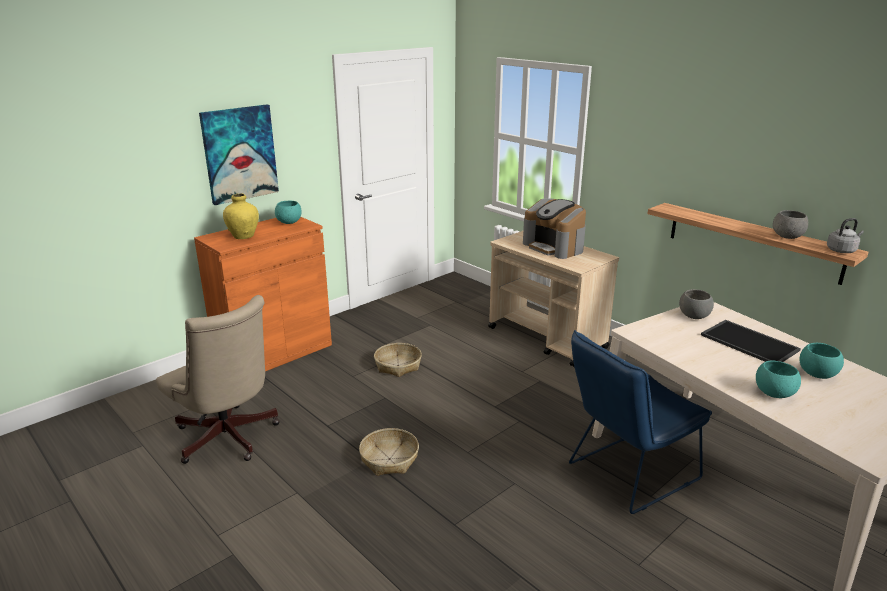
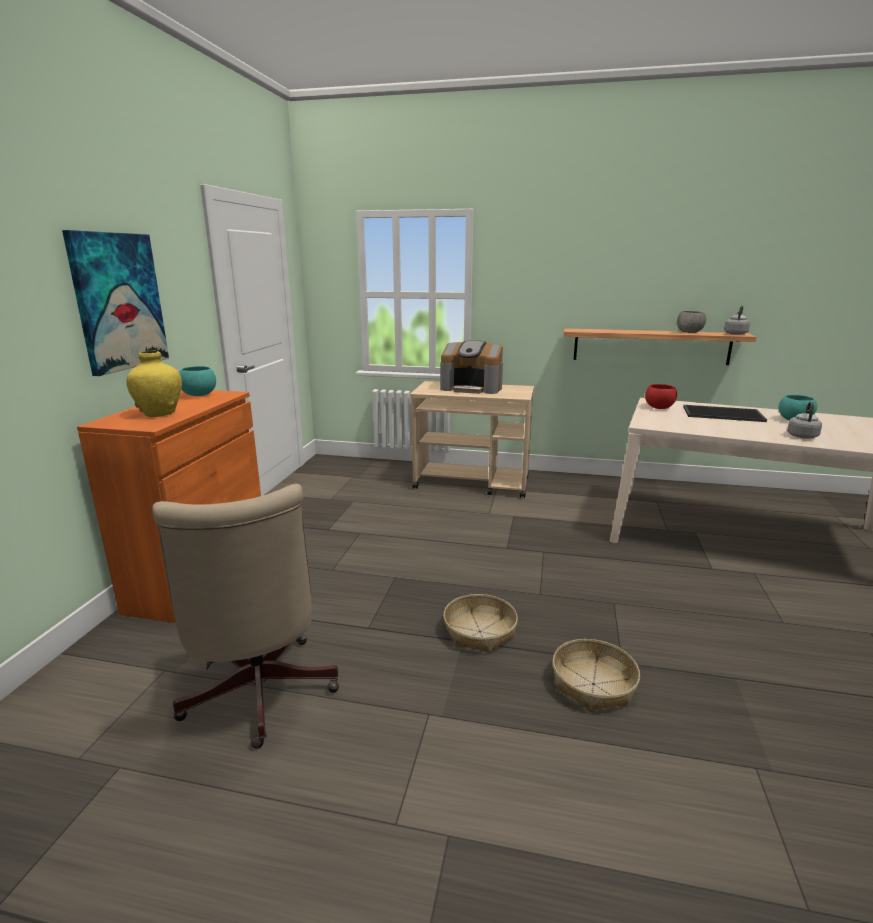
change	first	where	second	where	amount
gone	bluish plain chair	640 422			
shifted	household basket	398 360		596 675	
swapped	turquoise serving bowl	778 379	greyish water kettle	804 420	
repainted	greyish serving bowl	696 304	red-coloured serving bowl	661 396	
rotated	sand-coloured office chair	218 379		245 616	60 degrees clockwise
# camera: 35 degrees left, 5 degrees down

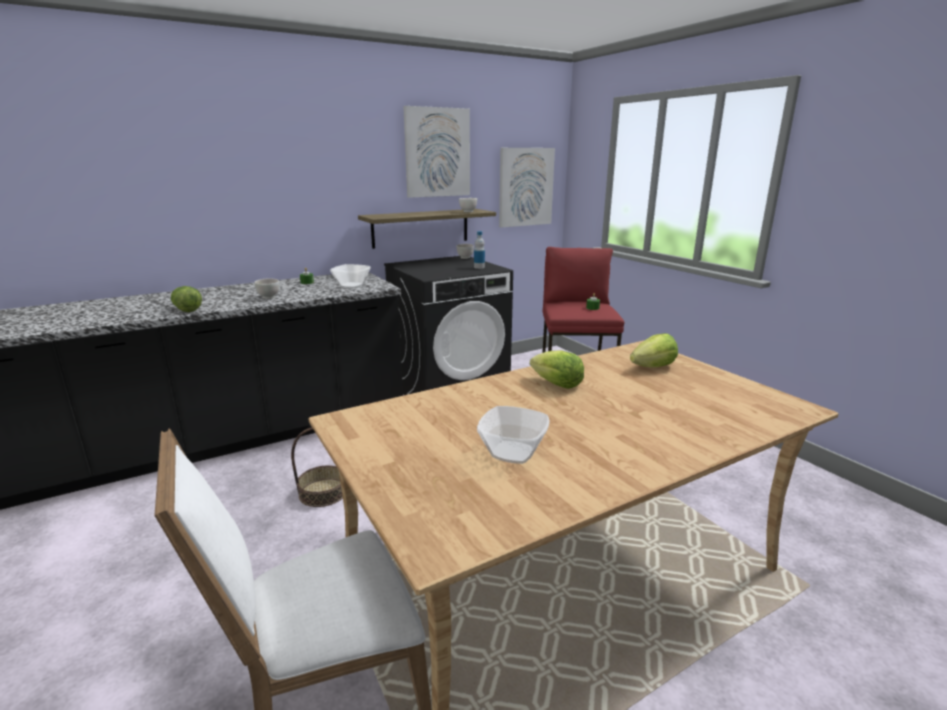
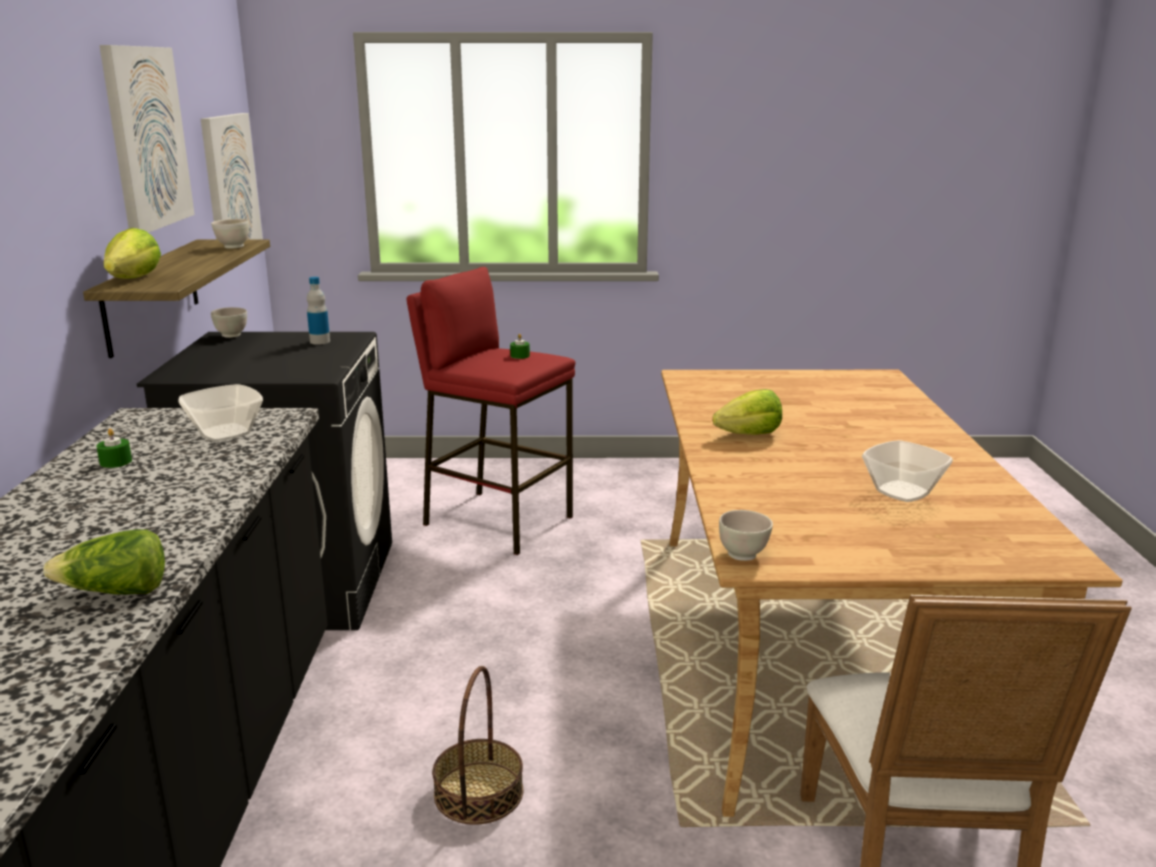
change	first	where	second	where	amount
shifted	white serving bowl	266 288		746 535	
shifted	lettuce	654 350		132 253	
# camera: 60 degrees left, 0 degrees up

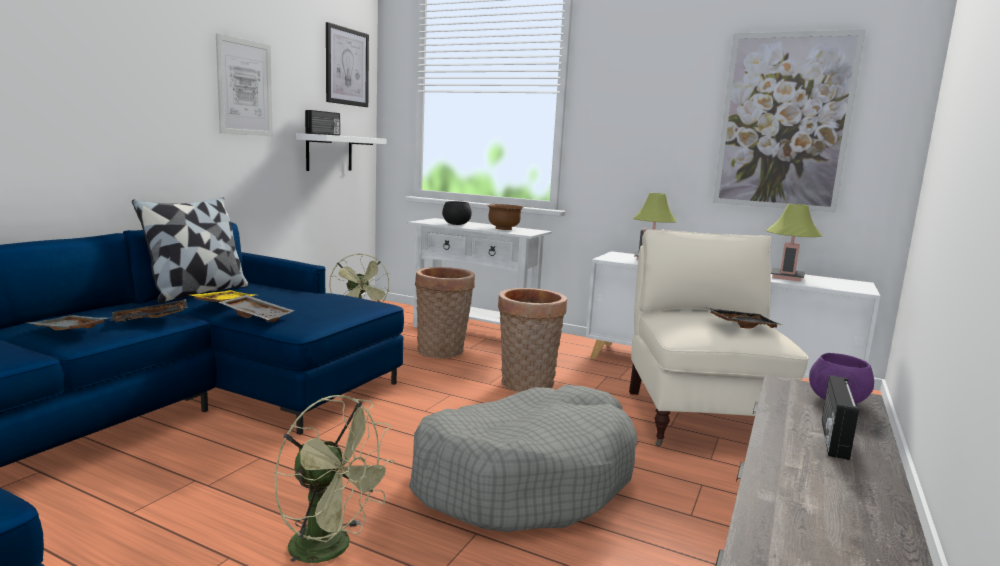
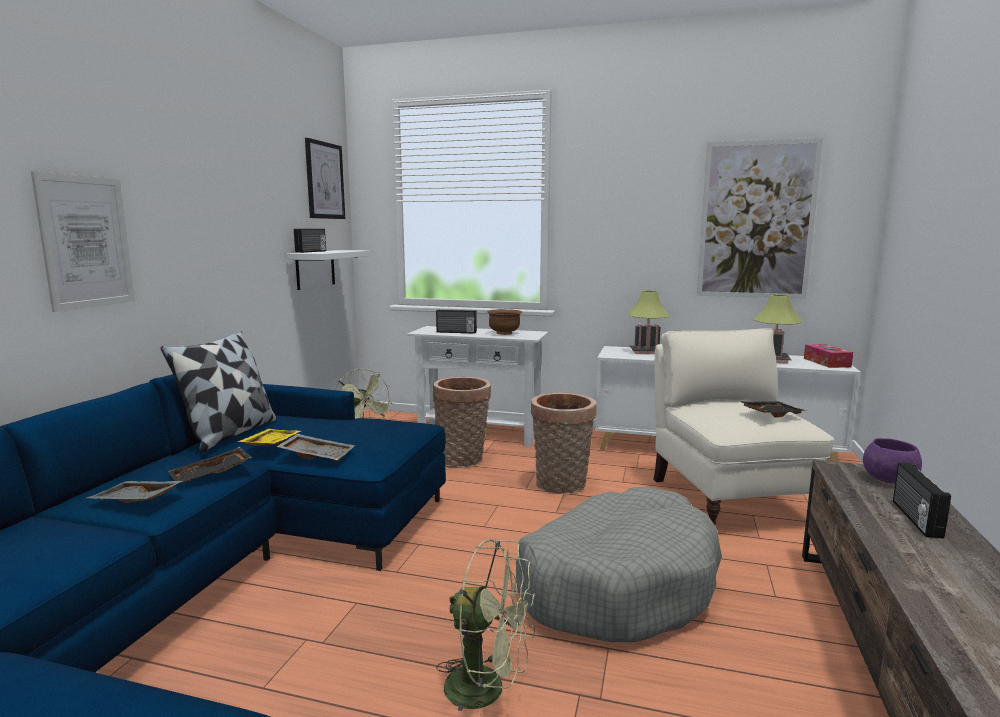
change	first	where	second	where	amount
new			box of tissues	828 356	
shifted	wall art	244 84		83 241	
swapped	blackish serving bowl	457 213	radio set	456 322	
# camera: 10 degrees left, 0 degrees up

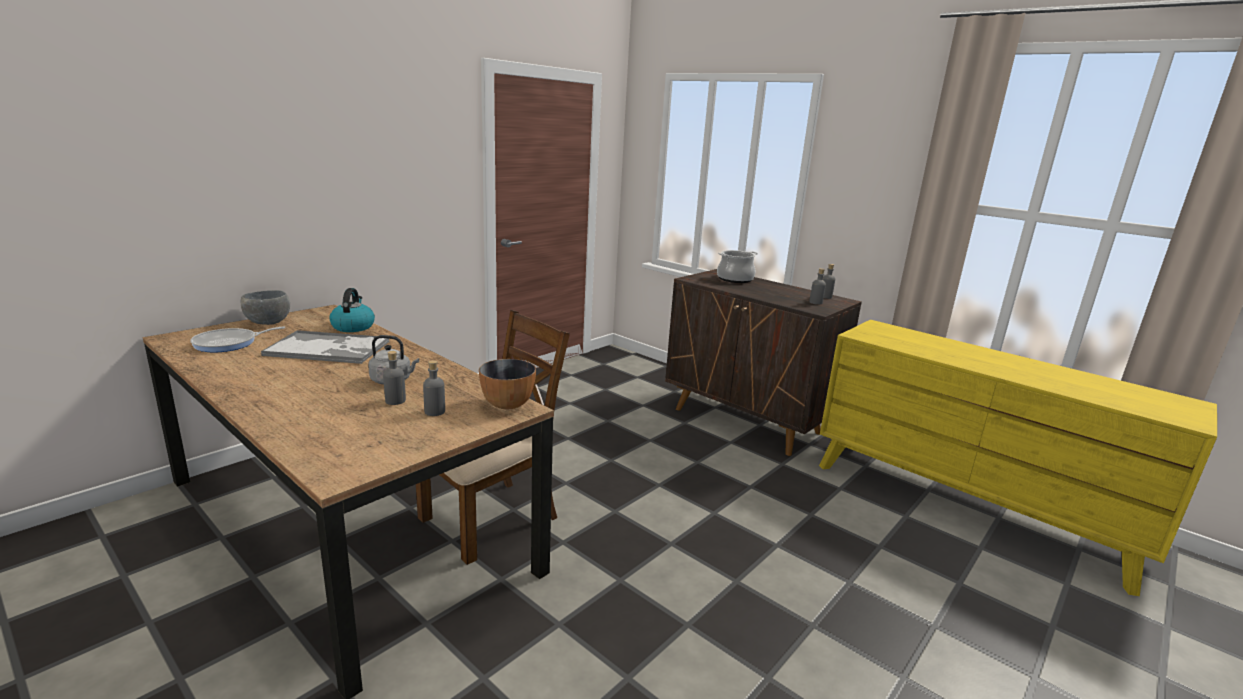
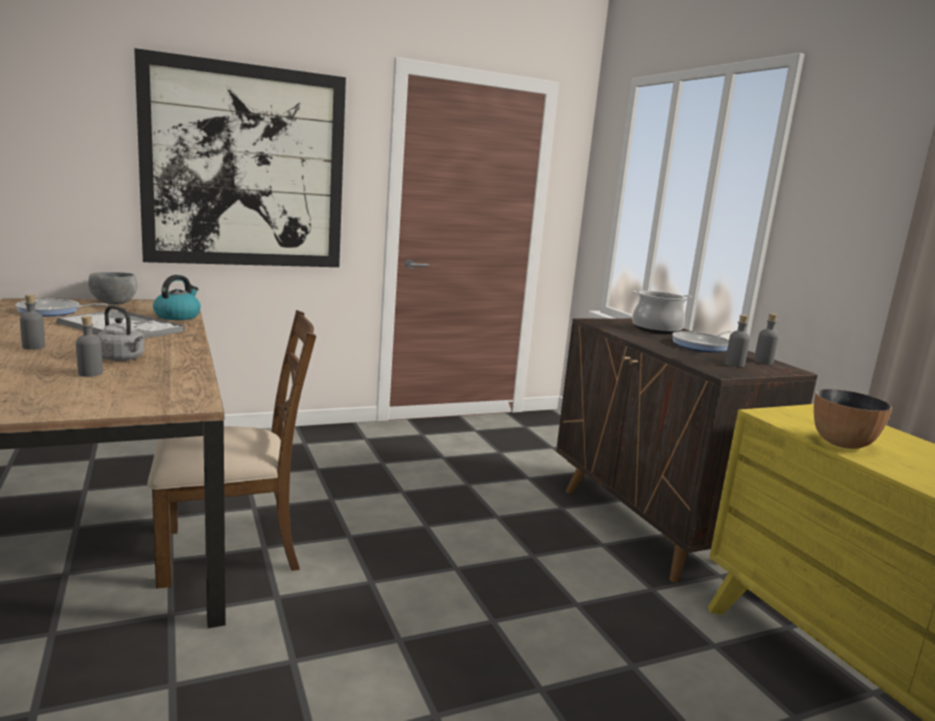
change	first	where	second	where	amount
new			wall art	240 157	
new			frying pan	702 341	
shifted	greyish drink bottle	434 388		32 322	
shifted	serving bowl	507 384		853 419	
# camera: 25 degrees right, 5 degrees down

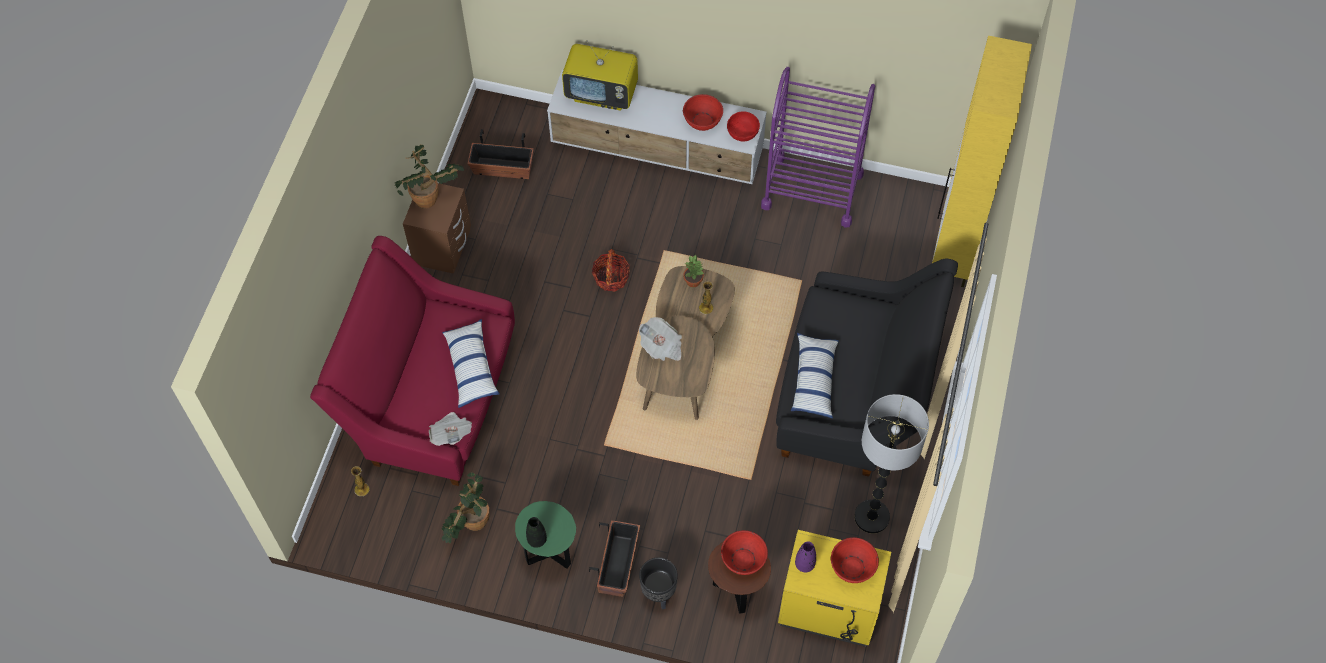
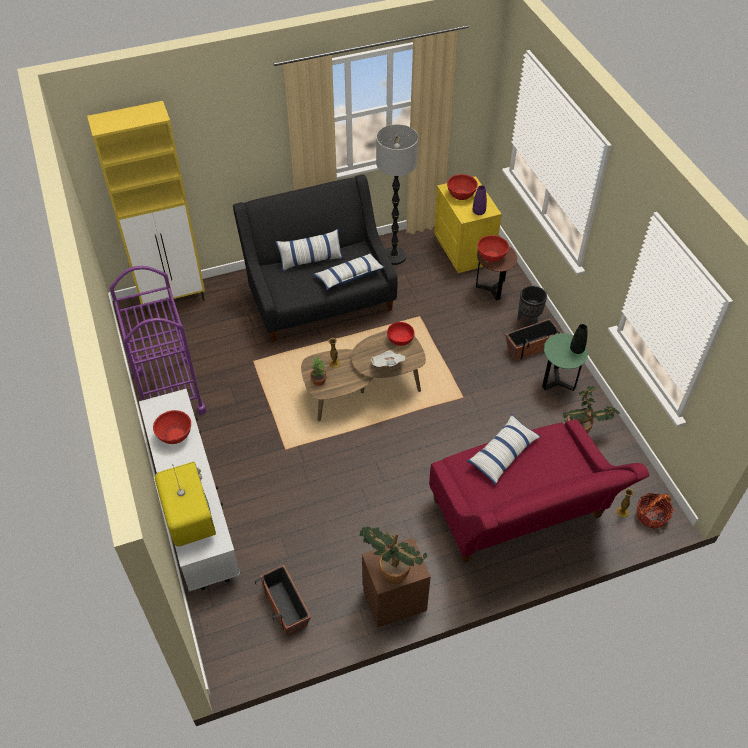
change	first	where	second	where	amount
gone	printed paper	450 429			
new			throw pillow	309 250	
shifted	household basket	611 270		655 511	
shifted	red-coloured serving bowl	743 126		401 334	
# camera: 125 degrees left, 10 degrees down

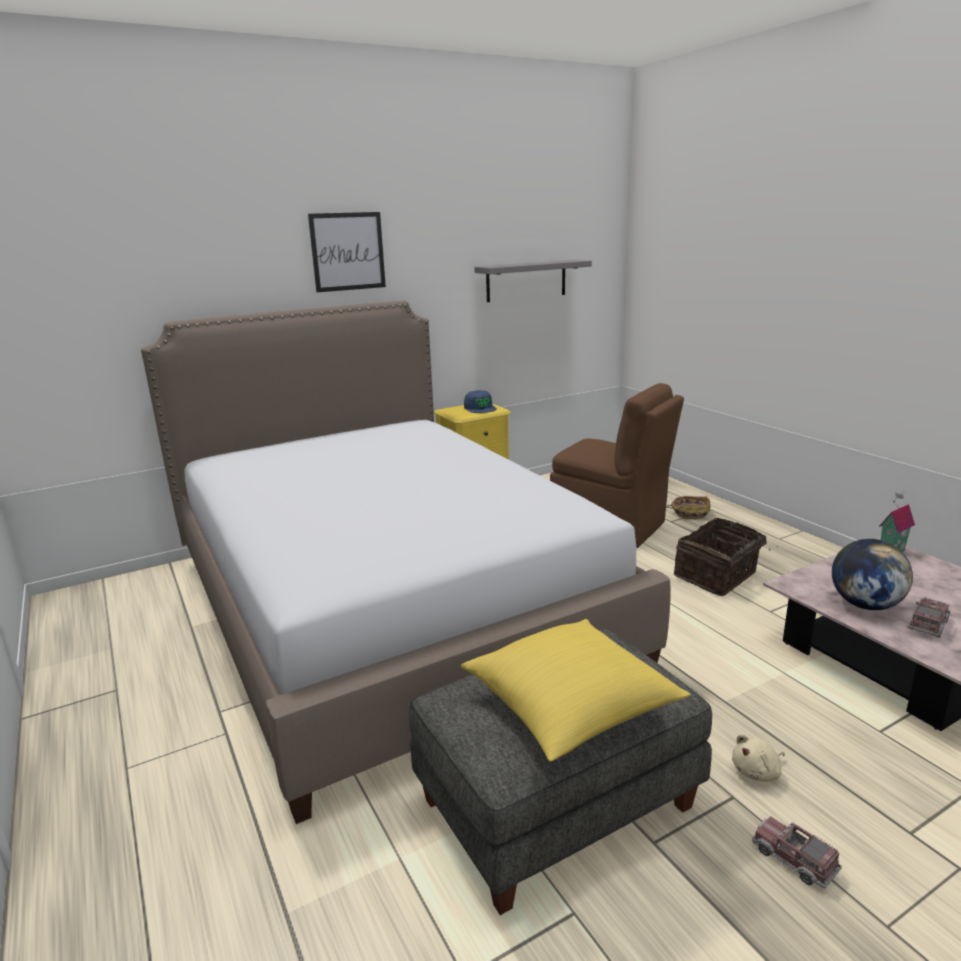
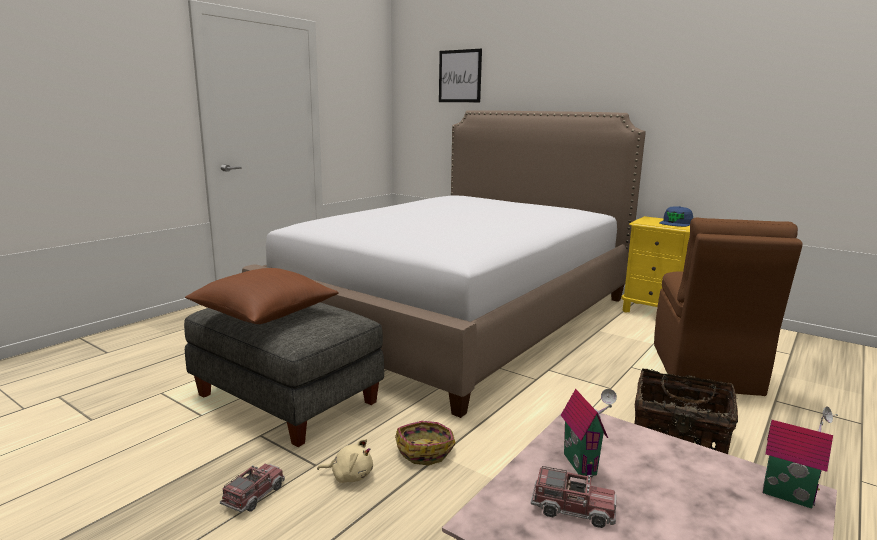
change	first	where	second	where	amount
gone	greyish bracket shelf	533 281			
shifted	wall art	347 252		460 75	
shifted	household basket	688 508		425 443	
swapped	globe	872 574	miniature house	589 433	
repainted	yellow throw pillow	575 690	brown throw pillow	261 296	
rotated	sand-coloured soft toy	758 758		345 461	150 degrees clockwise
# camera: 65 degrees right, 5 degrees down

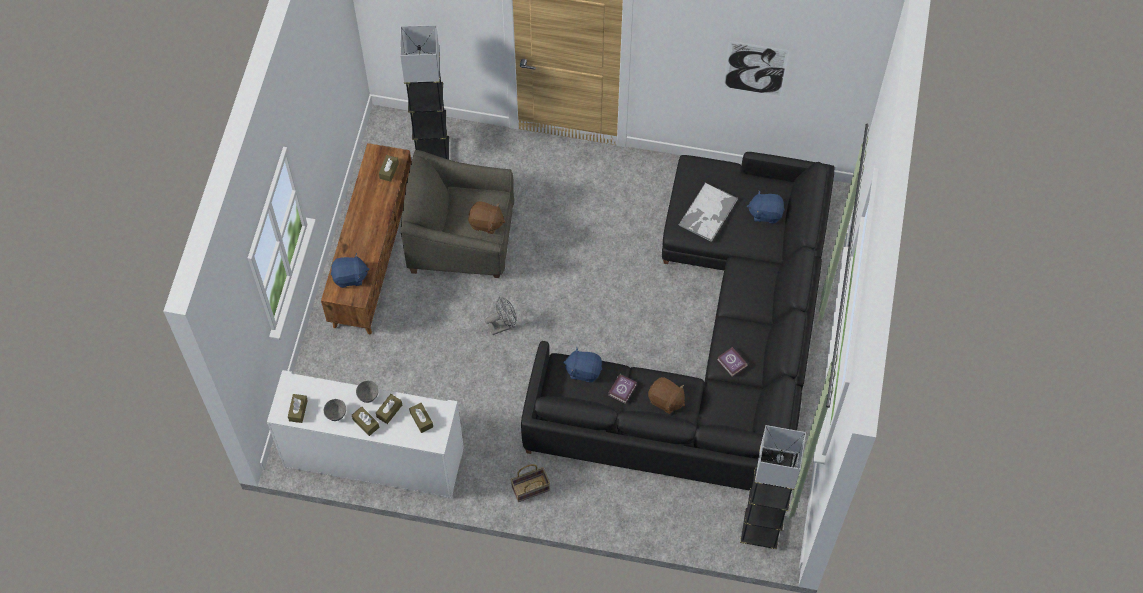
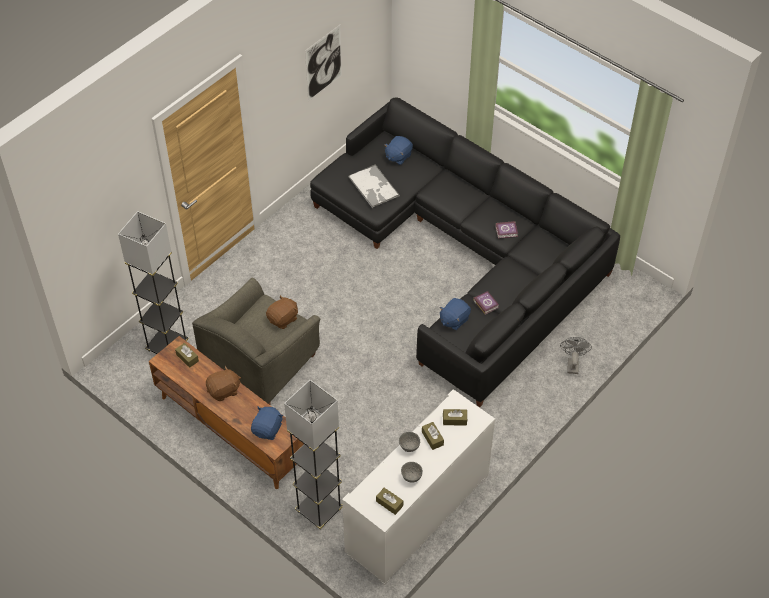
change	first	where	second	where	amount
gone	brown box of tissues	365 421			
gone	household basket	530 483			
shifted	greyish fan	501 316		576 355	
shifted	brown soft toy	666 395		223 383	
shifted	greyish floor lamp	773 487		313 454	
# camera: 60 degrees left, 10 degrees down

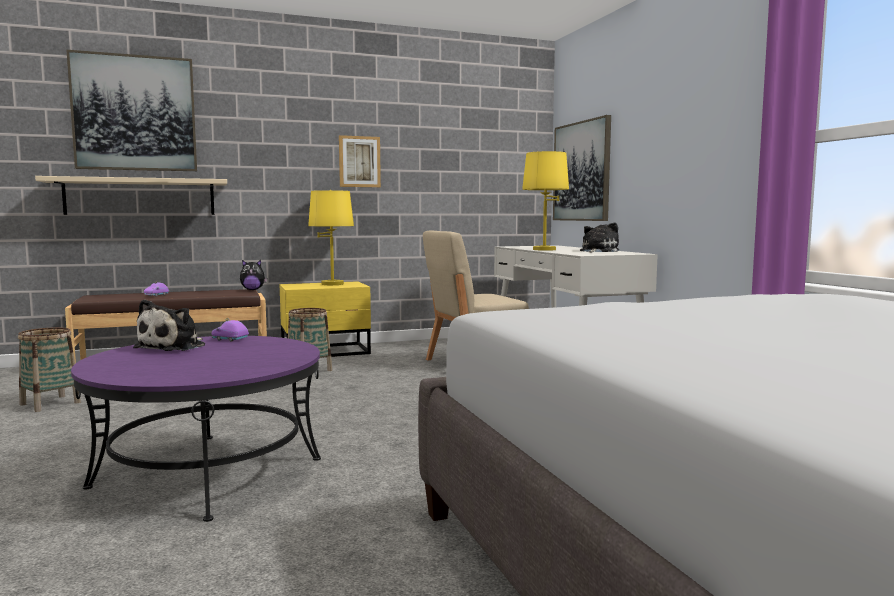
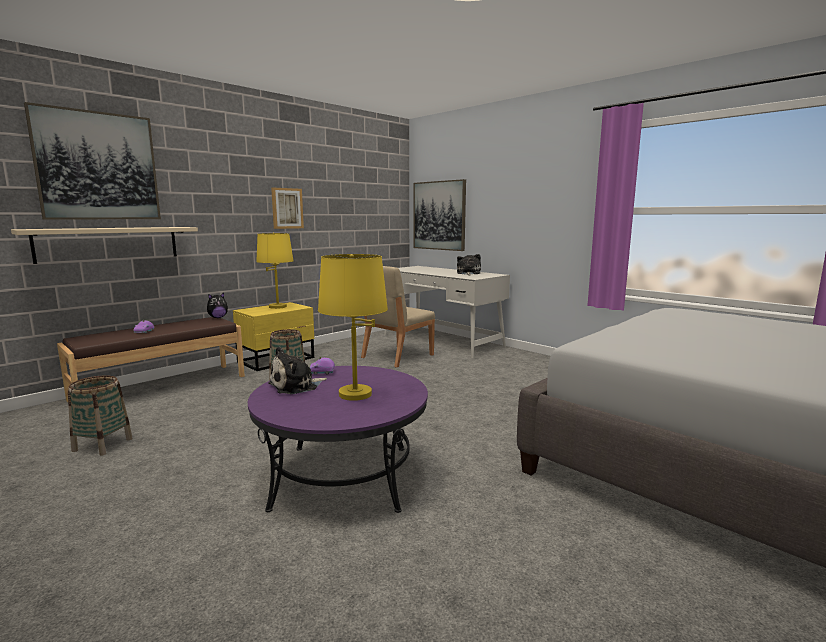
change	first	where	second	where	amount
shifted	yellow lamp for a table	545 201		353 327	
rotated	soft toy	169 325		298 370	60 degrees clockwise
# camera: 25 degrees left, 5 degrees up

